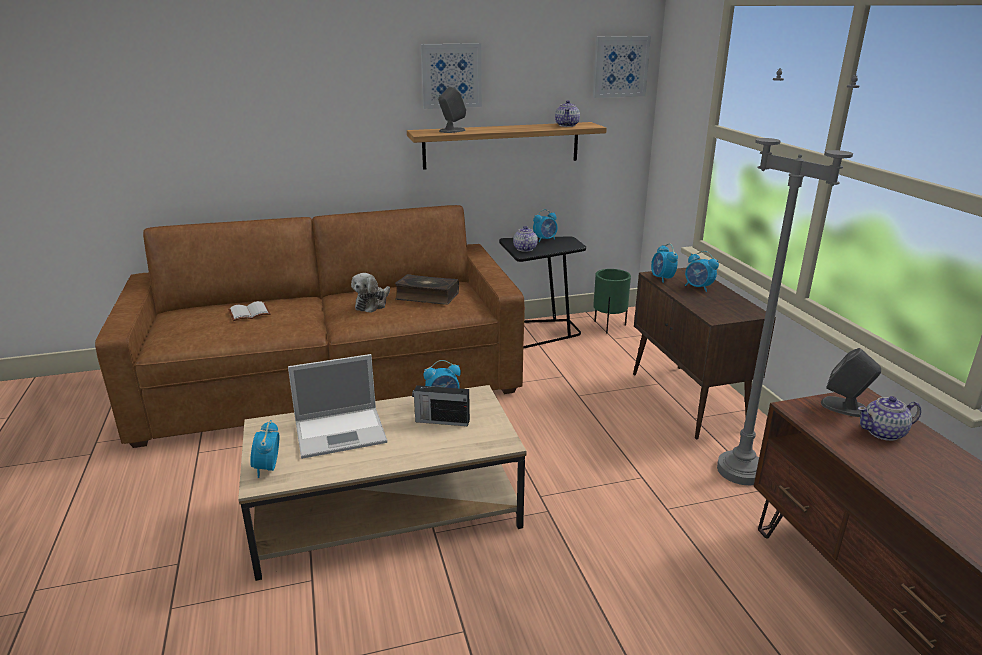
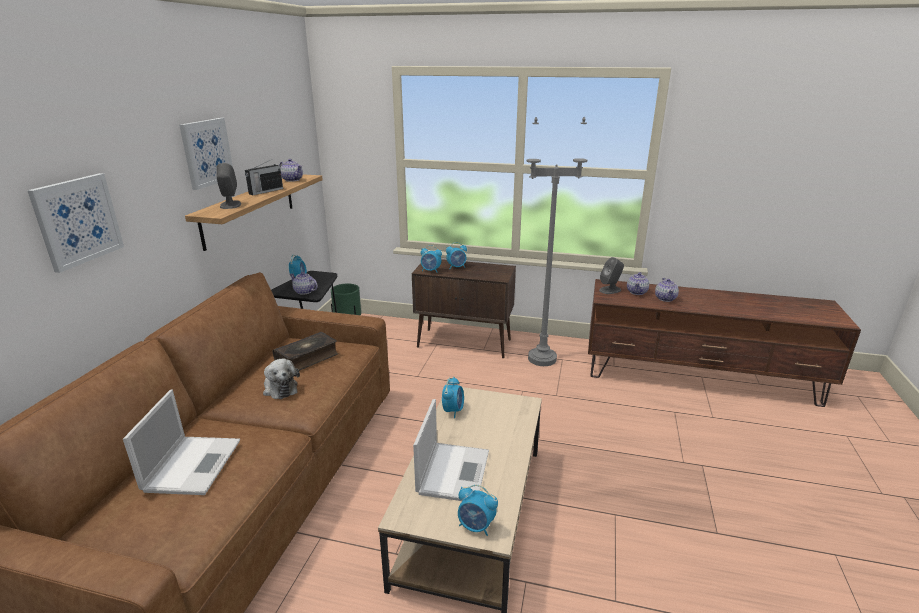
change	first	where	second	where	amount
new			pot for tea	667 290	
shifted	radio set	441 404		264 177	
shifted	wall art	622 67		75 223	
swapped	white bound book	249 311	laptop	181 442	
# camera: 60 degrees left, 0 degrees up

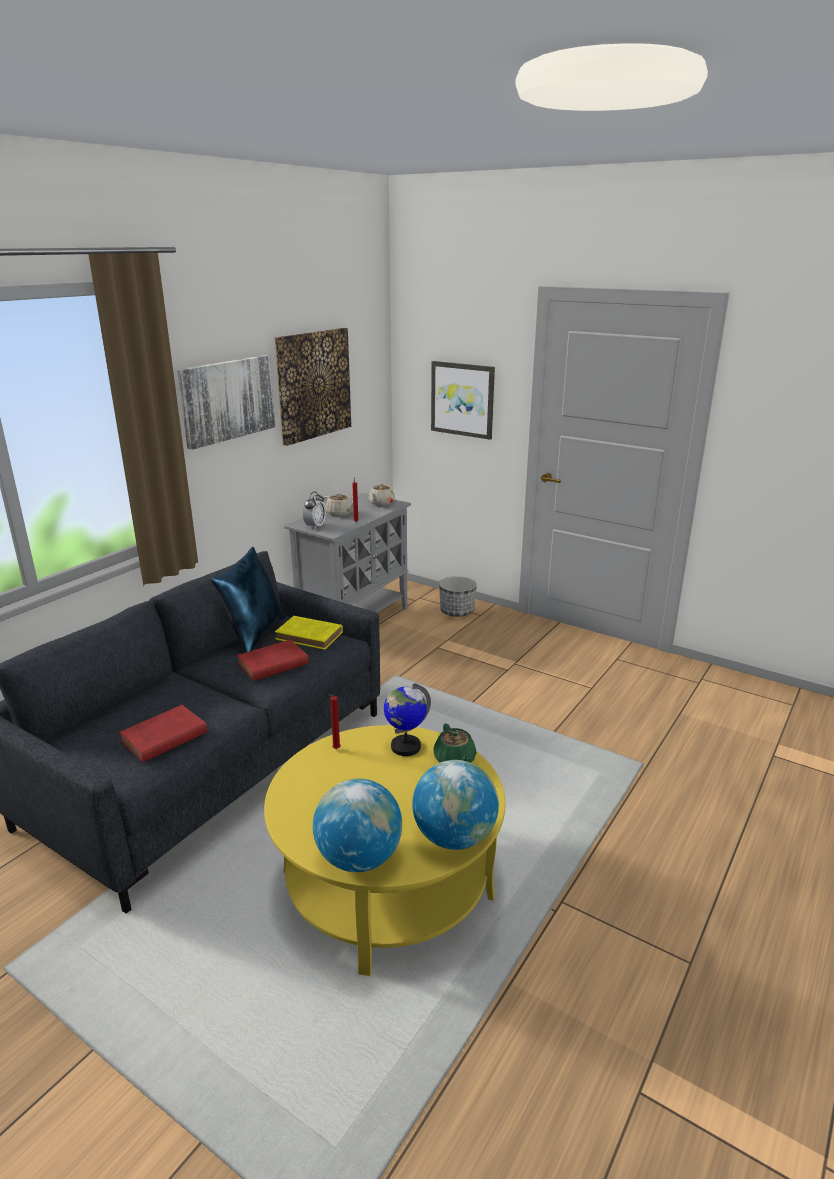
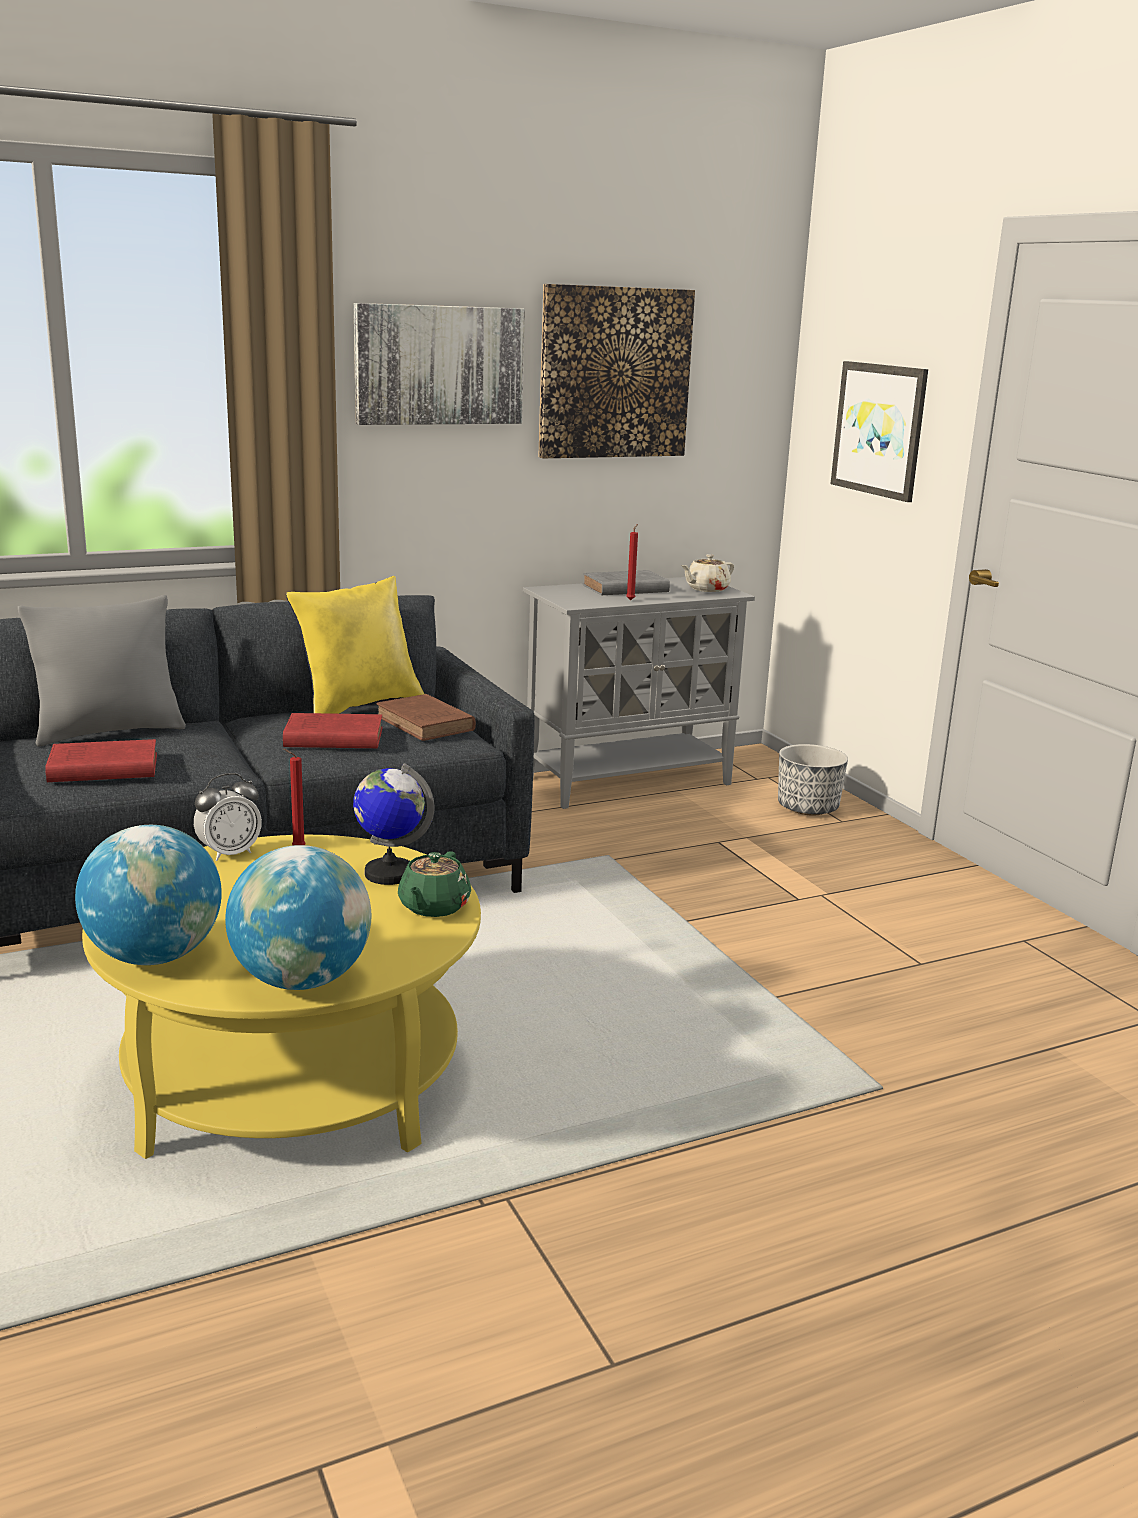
change	first	where	second	where	amount
new			greyish throw pillow	102 671	
shifted	table clock	314 511		228 817	
swapped	sand-coloured pot for tea	338 504	greyish bound book	626 582	
repainted	bluish throw pillow	248 600	yellow throw pillow	355 645	
repainted	yellow bound book	309 633	brown bound book	426 717	
# camera: 30 degrees right, 5 degrees down

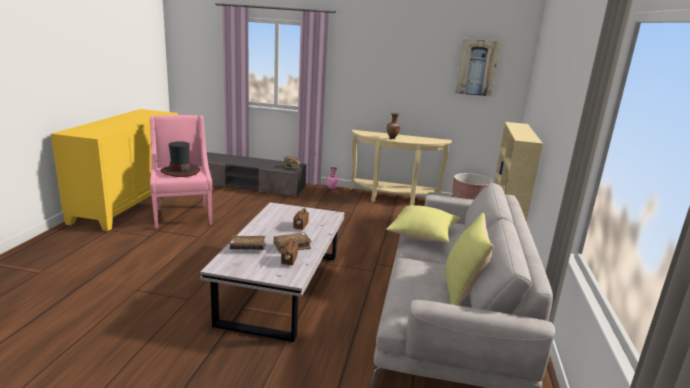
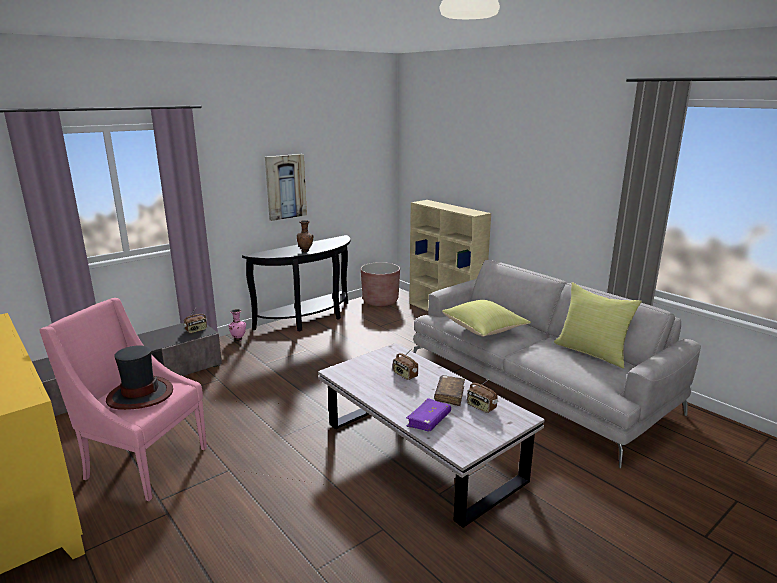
change	first	where	second	where	amount
shifted	wall art	477 68		286 187	
repainted	brown bound book	247 242	purplish bound book	428 414	
repainted	sand-coloured narrow table	401 167	blackish narrow table	296 283	
# camera: 50 degrees left, 0 degrees up

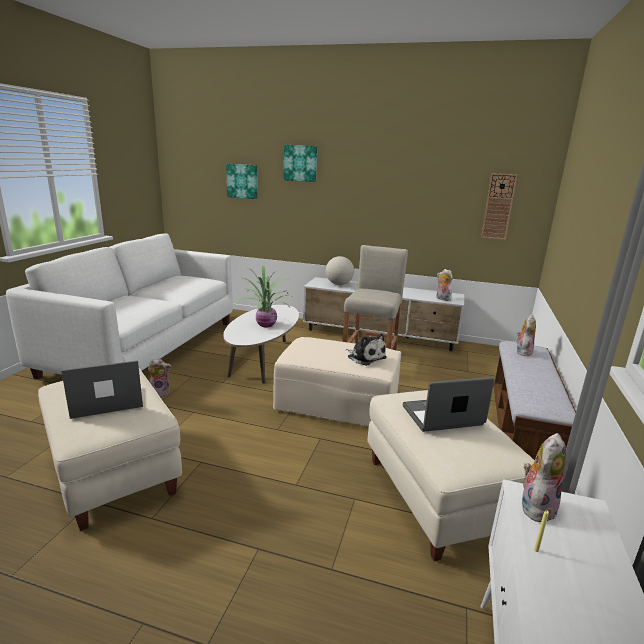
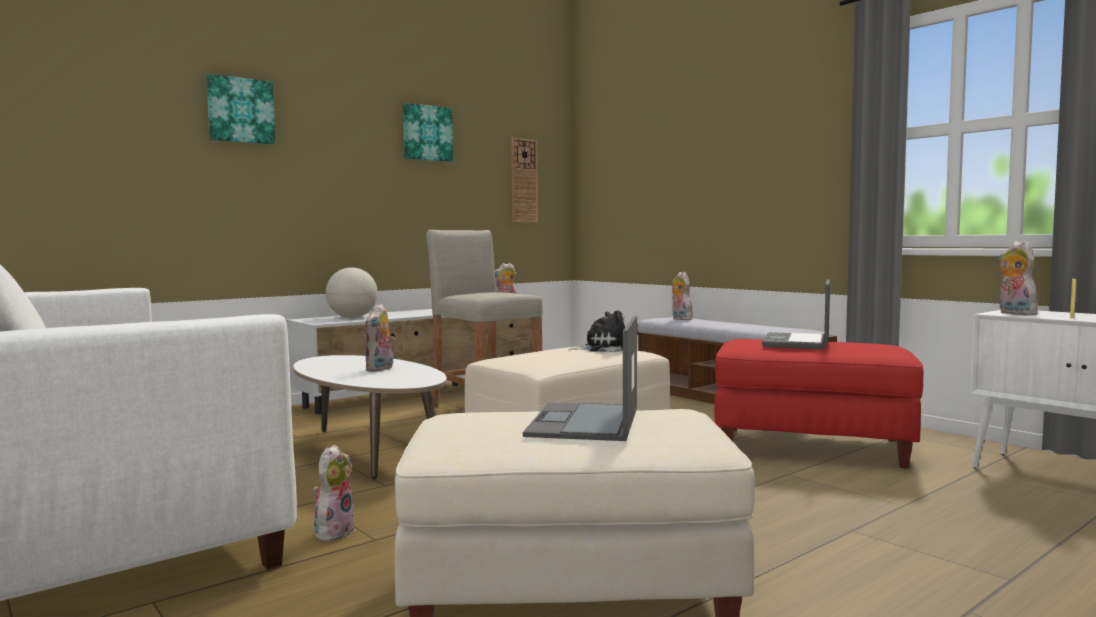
change	first	where	second	where	amount
shifted	wall art	242 181		428 132	
swapped	potted plant	262 296	soft toy	380 338	
repainted	sand-coloured pouffe	451 475	red-coloured pouffe	819 403	
# camera: 55 degrees left, 15 degrees down

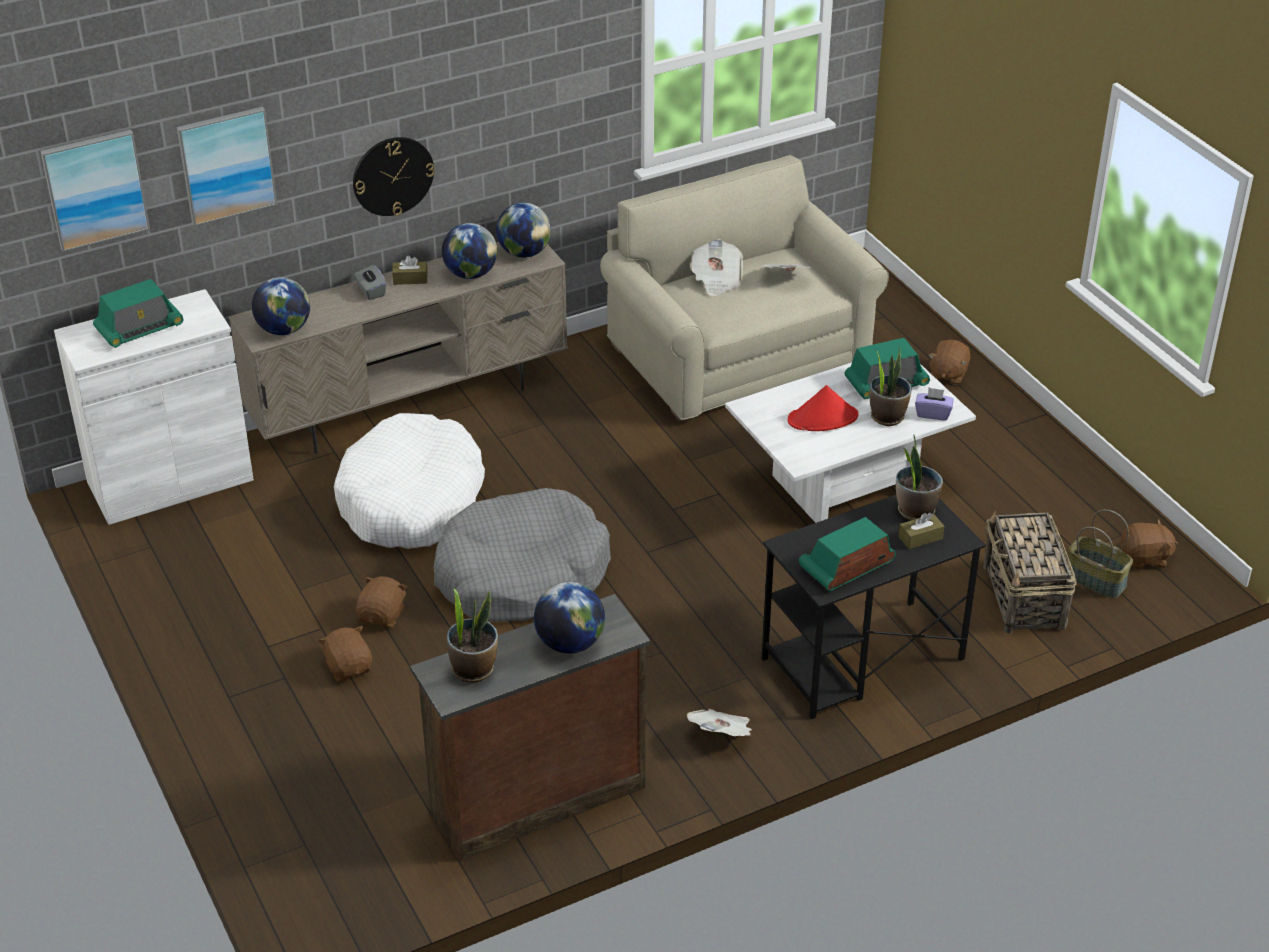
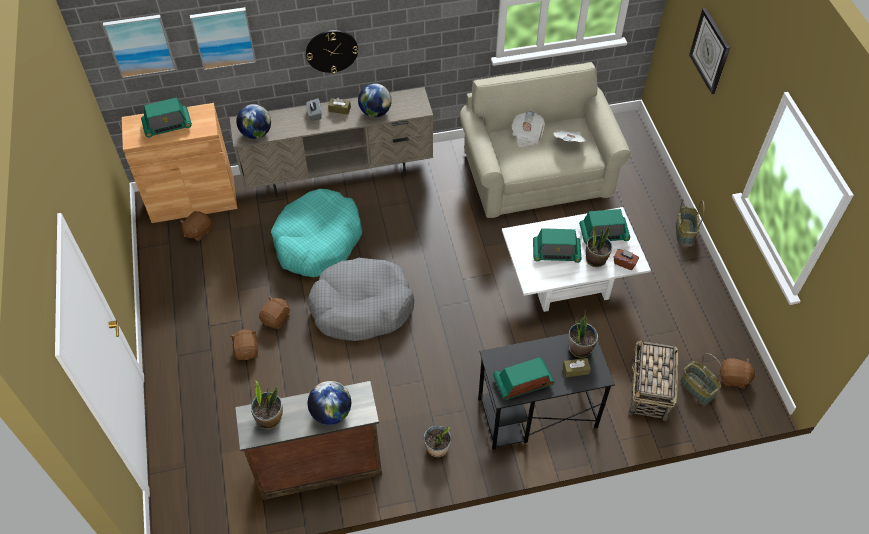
change	first	where	second	where	amount
gone	globe	523 230			
new			household basket	690 222	
new			hanging clock	709 51	
shifted	brown soft toy	949 362		196 226	
swapped	printed paper	719 722	potted plant	437 441	
swapped	red-coloured hat	823 408	radio set	557 245	
repainted	white storage cabinet	154 407	brown storage cabinet	179 163	
repainted	white dog cushion	409 481	turquoise dog cushion	316 233	
repainted	purplish box of tissues	934 404	brown box of tissues	626 259	
# camera: 15 degrees right, 15 degrees up

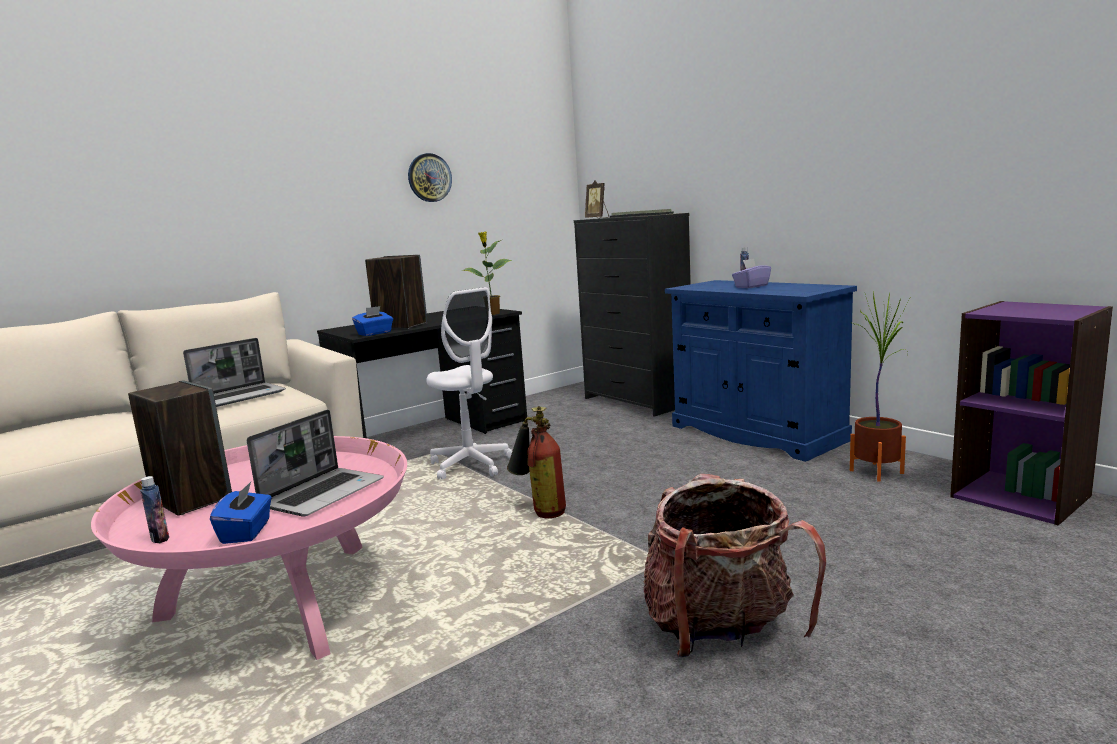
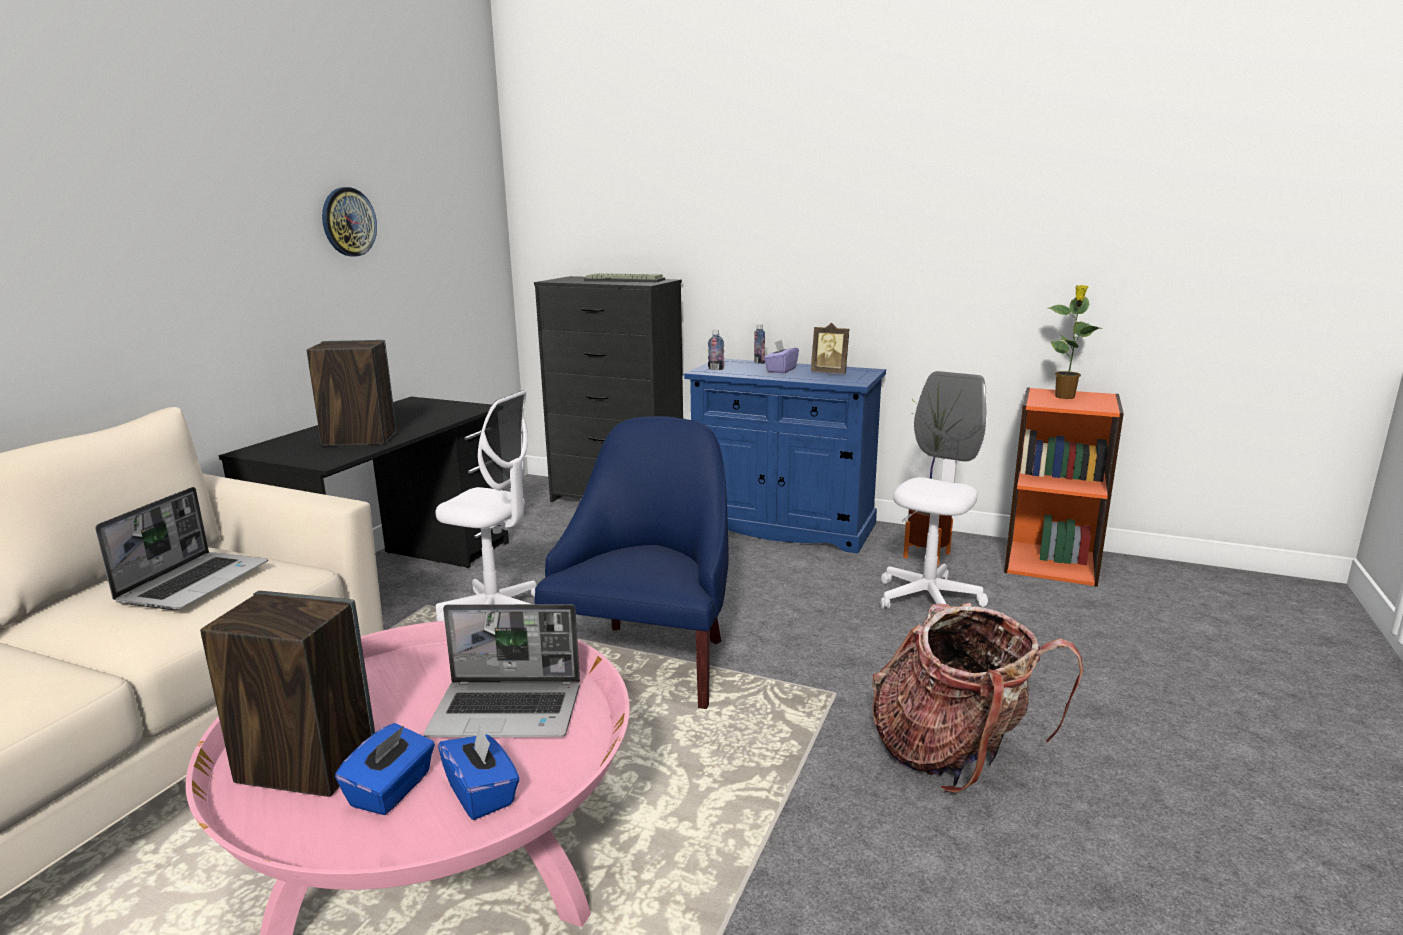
change	first	where	second	where	amount
new			white office chair	934 490	
shifted	drink bottle	154 509		716 350	
shifted	bluish box of tissues	372 321		385 769	
shifted	potted plant	487 273		1075 342	
shifted	picture frame	597 199		830 348	
swapped	fire-fighting cylinder	536 462	bluish armchair	632 562	
repainted	purplish shelving unit	1031 413	orange shelving unit	1064 487	
rotated	laptop	315 463		502 670	90 degrees clockwise
# camera: 30 degrees left, 5 degrees up

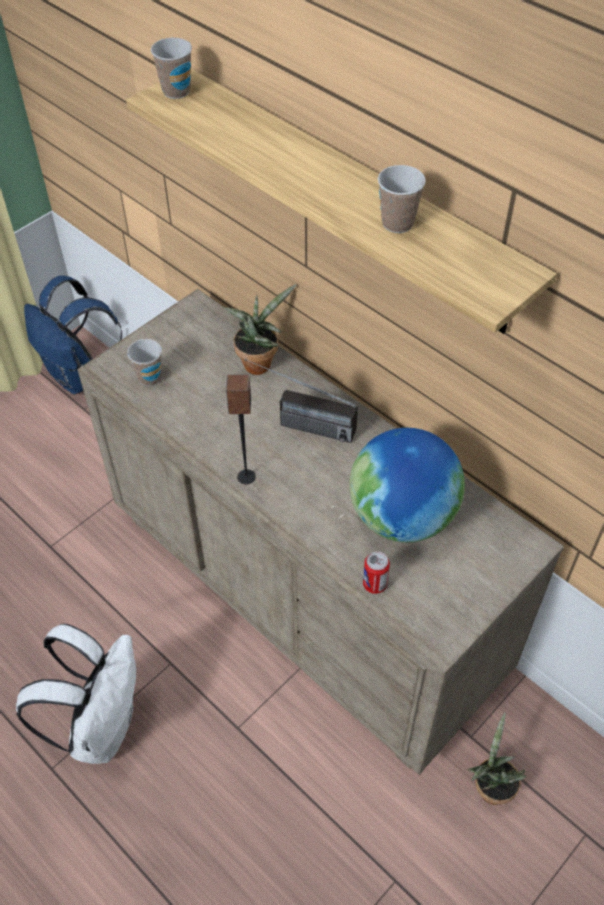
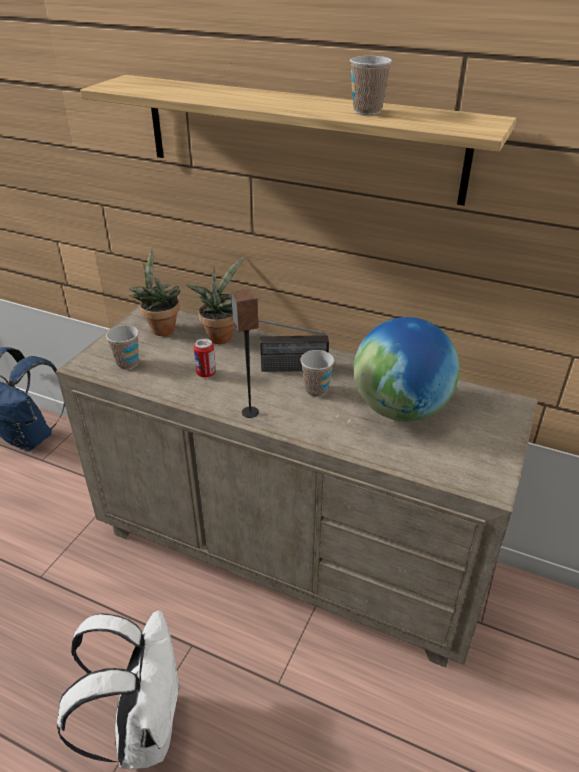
change	first	where	second	where	amount
shifted	drinking cup	171 68		317 373	
shifted	metal can	376 573		205 358	
shifted	potted plant	496 759		155 292	
# camera: 20 degrees left, 15 degrees down

